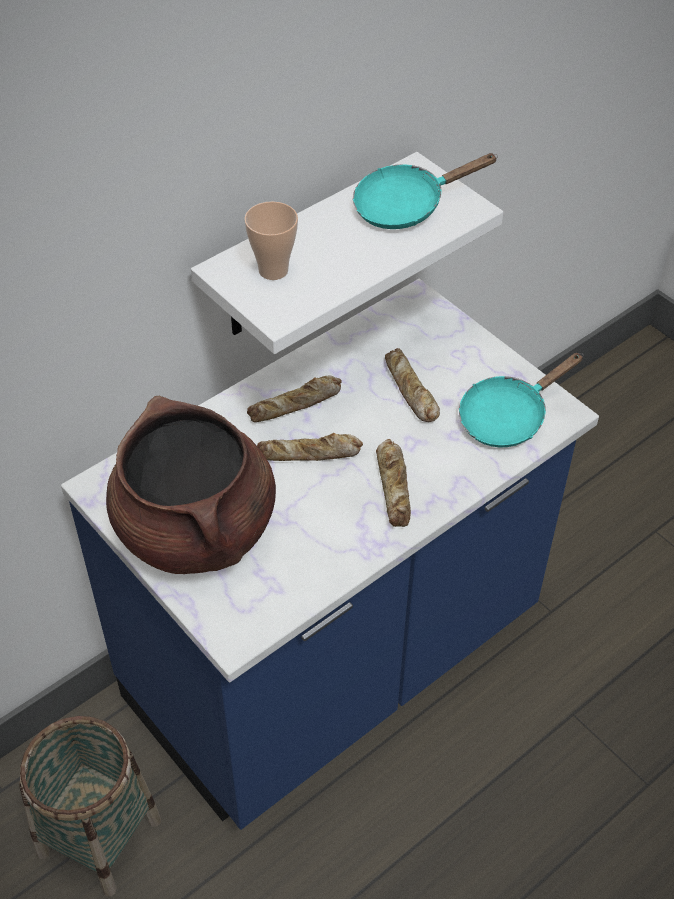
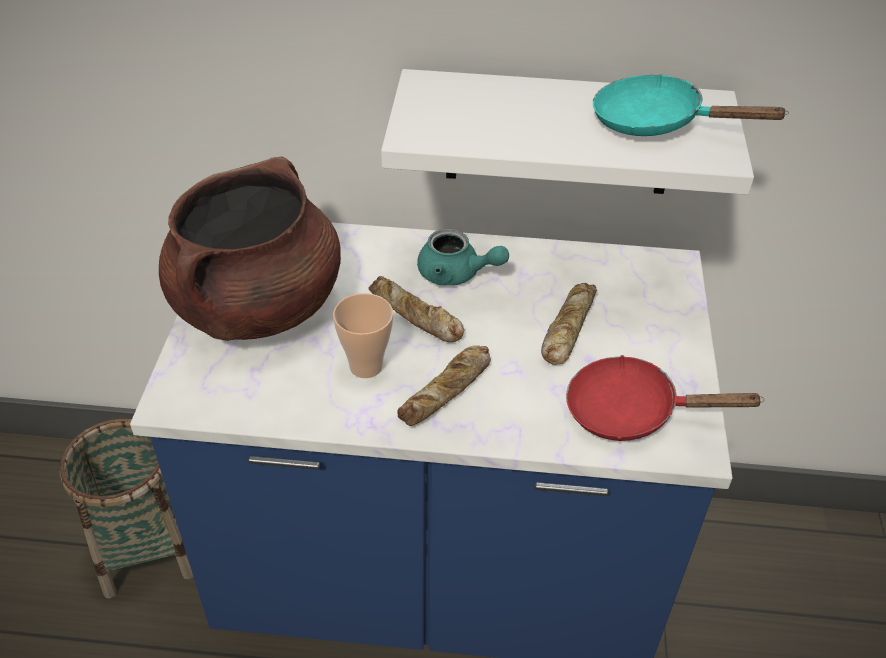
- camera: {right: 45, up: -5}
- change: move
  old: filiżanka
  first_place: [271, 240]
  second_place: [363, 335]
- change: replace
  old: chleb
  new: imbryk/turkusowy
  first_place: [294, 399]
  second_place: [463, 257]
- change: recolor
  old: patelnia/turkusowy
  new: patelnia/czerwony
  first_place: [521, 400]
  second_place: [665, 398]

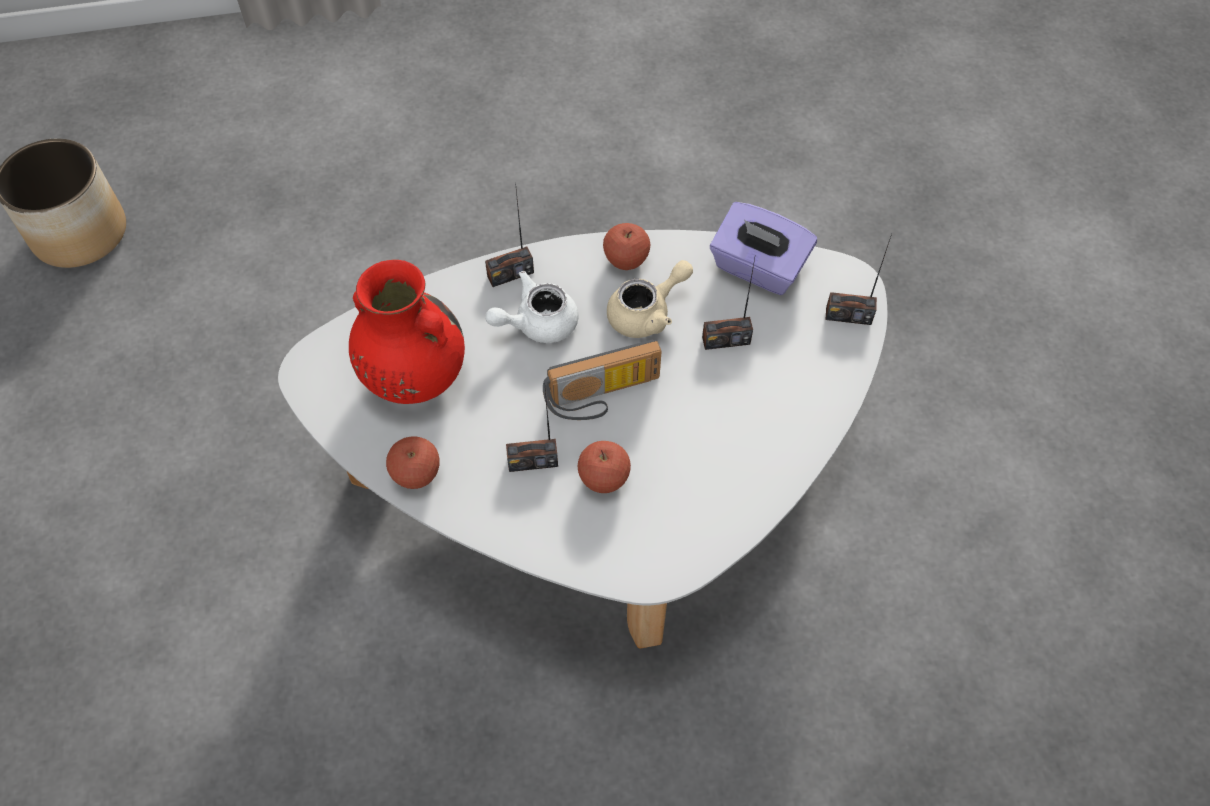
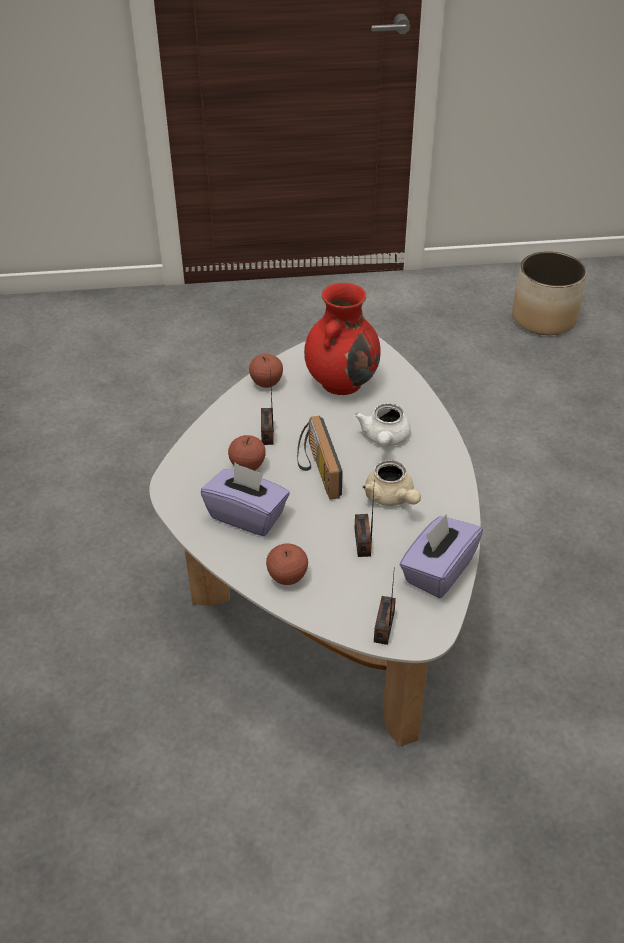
- camera: {right: 95, up: -15}
- change: delete
  old: radio
  first_place: [509, 235]
- change: rotate
  old: imbryk/biały
  first_place: [532, 307]
  second_place: [382, 424]
  degrees: -150
- change: move
  old: jabłko
  first_place: [626, 246]
  second_place: [287, 564]
- change: insert
  new: pudełko chusteczek/fioletowy
  second_place: [245, 499]

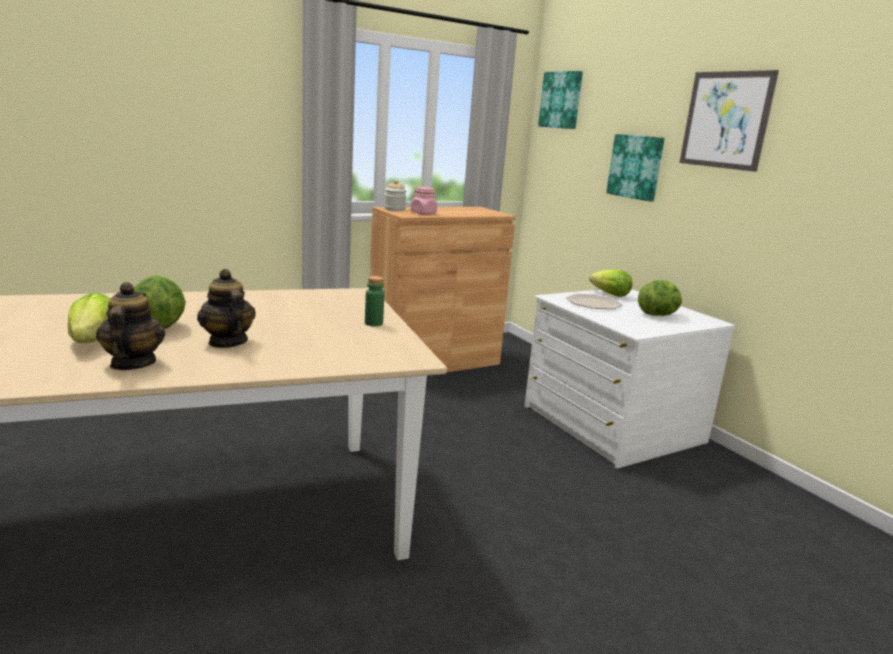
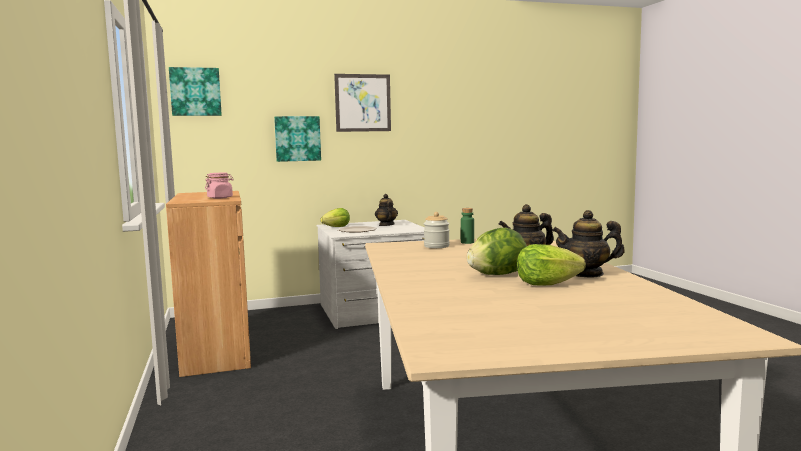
- camera: {right: -75, up: -10}
- change: move
  old: słoik
  first_place: [395, 195]
  second_place: [437, 230]
- change: replace
  old: sałata
  new: imbryk
  first_place: [660, 298]
  second_place: [386, 210]

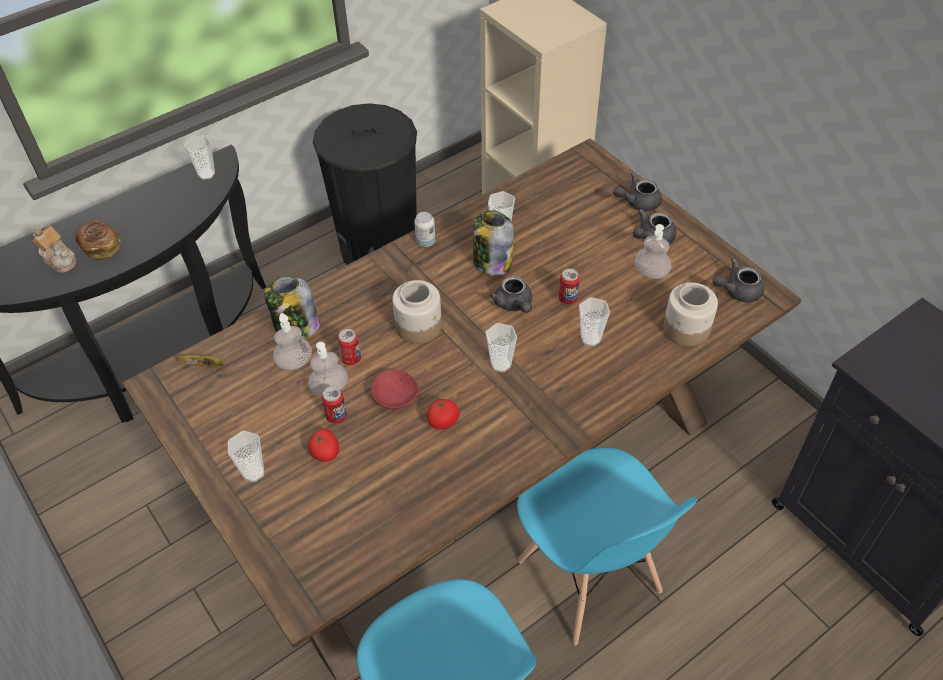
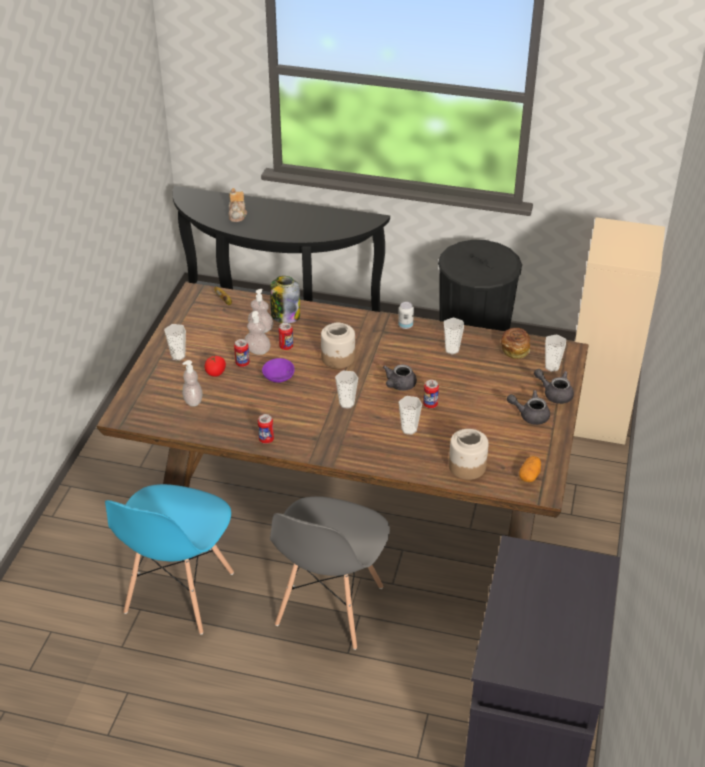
- camera: {right: 50, up: -10}
- change: move
  old: chleb
  first_place: [98, 240]
  second_place: [515, 343]
- change: move
  old: filiżanka
  first_place: [199, 158]
  second_place: [555, 353]
- change: recolor
  old: miska/czerwony
  new: miska/fioletowy
  first_place: [395, 389]
  second_place: [278, 370]
- change: delete
  old: pomidor
  first_place: [443, 414]
- change: delete
  old: słoik
  first_place: [493, 243]
- change: recolor
  old: krzesło/niebieski
  new: krzesło/szary
  first_place: [607, 546]
  second_place: [330, 573]
- change: move
  old: dozownik mydła
  first_place: [653, 251]
  second_place: [192, 383]
- change: replace
  old: imbryk/szary
  new: ziemniak
  first_place: [738, 280]
  second_place: [530, 469]
- change: insert
  new: puszka
  second_place: [266, 429]

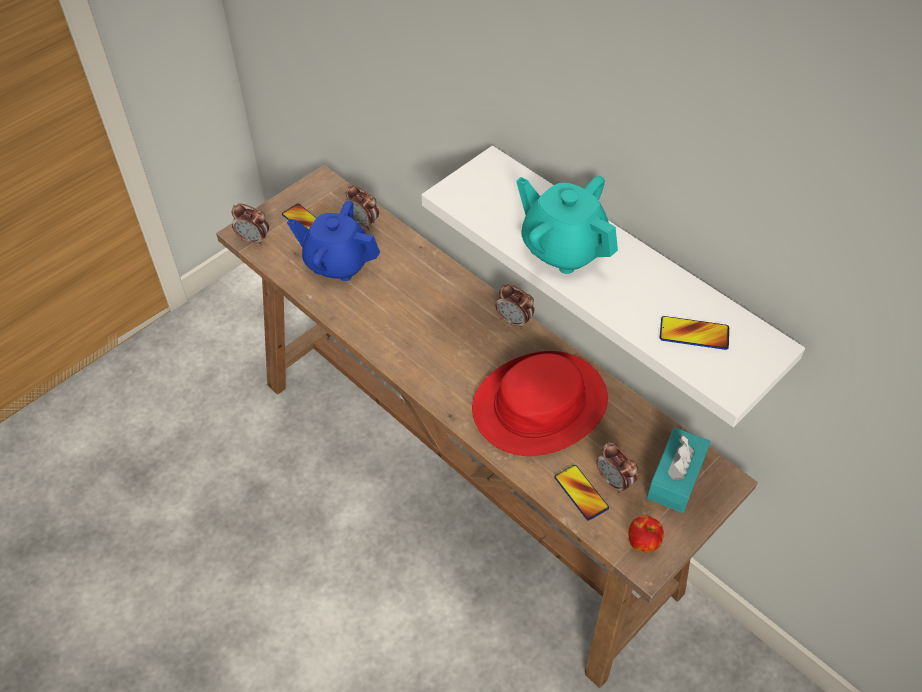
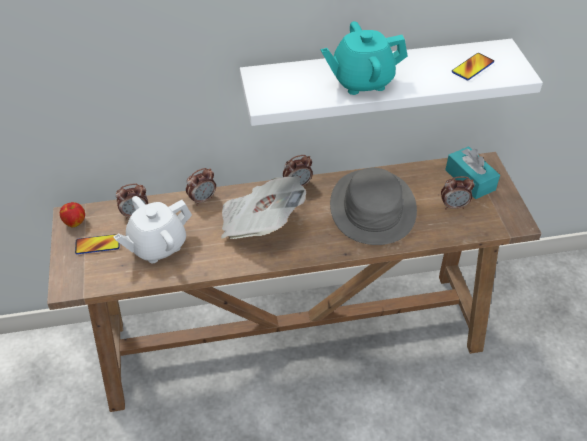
- camera: {right: -55, up: -5}
- change: move
  old: budzik
  first_place: [250, 225]
  second_place: [201, 187]
- change: recolor
  old: imbryk/niebieski
  new: imbryk/biały
  first_place: [333, 241]
  second_place: [152, 229]
- change: recolor
  old: kapelusz/czerwony
  new: kapelusz/szary
  first_place: [540, 403]
  second_place: [373, 206]
- change: delete
  old: telefon
  first_place: [582, 493]
- change: move
  old: jabłko
  first_place: [646, 533]
  second_place: [72, 214]
- change: insert
  new: gazeta
  second_place: [263, 207]

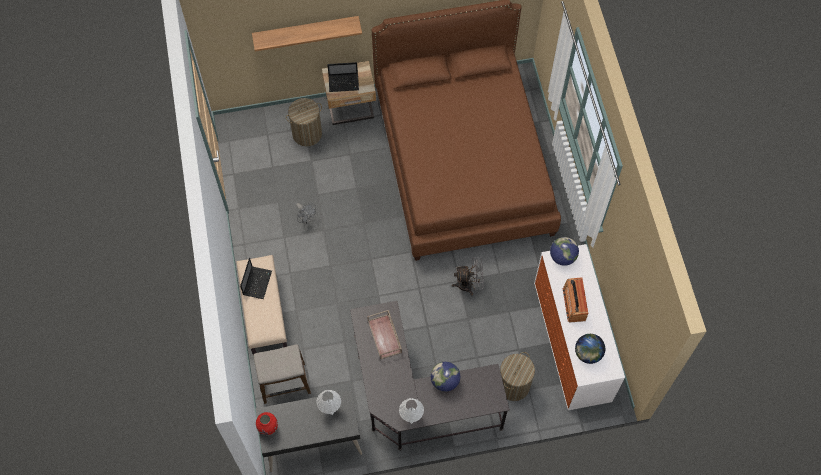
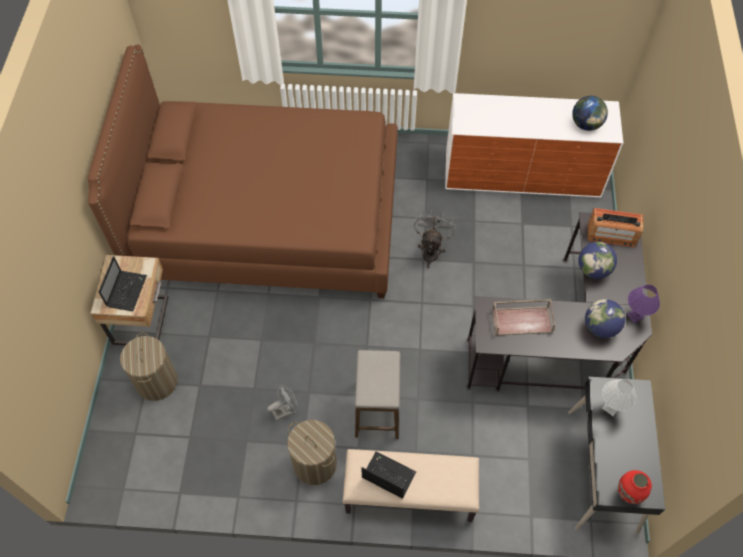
- camera: {right: -75, up: -5}
- change: delete
  old: półka
  first_place: [307, 34]
- change: move
  old: stołek
  first_place: [282, 374]
  second_place: [377, 394]
- change: recolor
  old: lampa stołowa/biały
  new: lampa stołowa/fioletowy
  first_place: [411, 411]
  second_place: [643, 304]
- change: move
  old: kosz na pranie
  first_place: [517, 376]
  second_place: [312, 452]
- change: move
  old: globus
  first_place: [564, 251]
  second_place: [605, 318]
- change: move
  old: radio
  first_place: [575, 300]
  second_place: [615, 227]

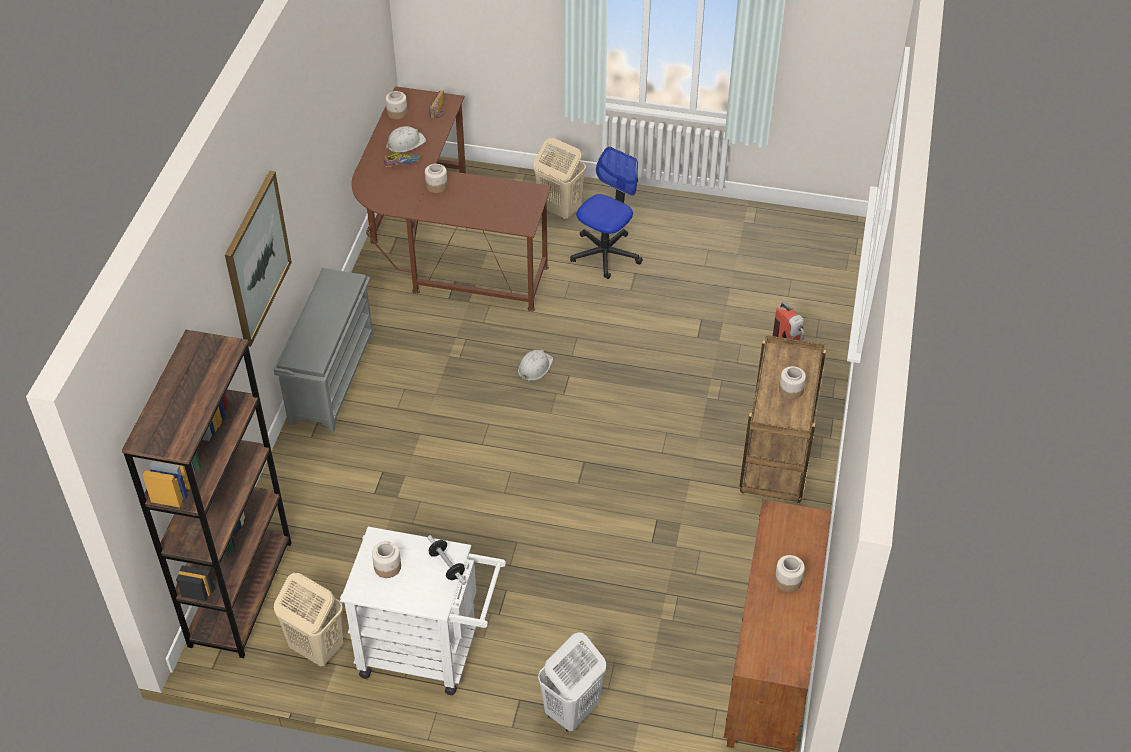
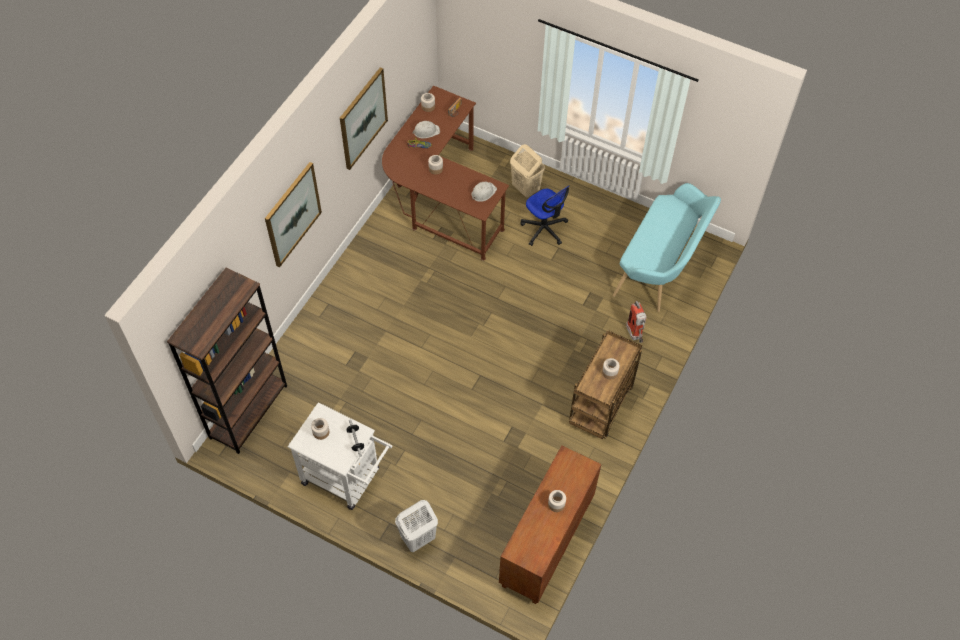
- camera: {right: 15, up: 10}
- change: delete
  old: regał na buty/szary
  first_place: [324, 349]
- change: delete
  old: kosz na pranie/beżowy
  first_place: [308, 619]
- change: move
  old: kask/biały
  first_place: [535, 365]
  second_place: [484, 192]
- change: rotate
  old: krzesło biurowe
  first_place: [606, 213]
  second_place: [545, 215]
  degrees: 90
- change: insert
  new: obraz
  second_place: [364, 118]
- change: insert
  new: ławka/turkusowy
  second_place: [667, 247]

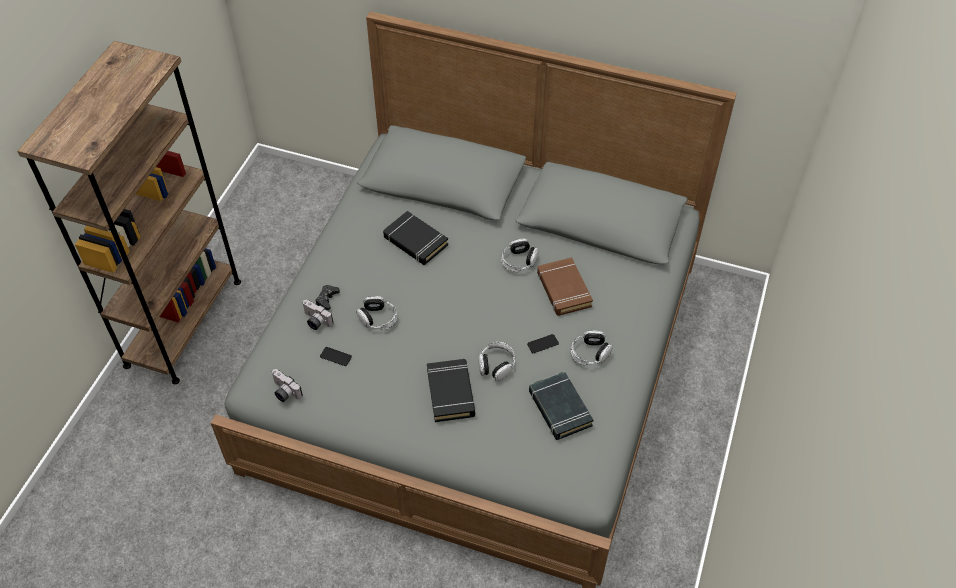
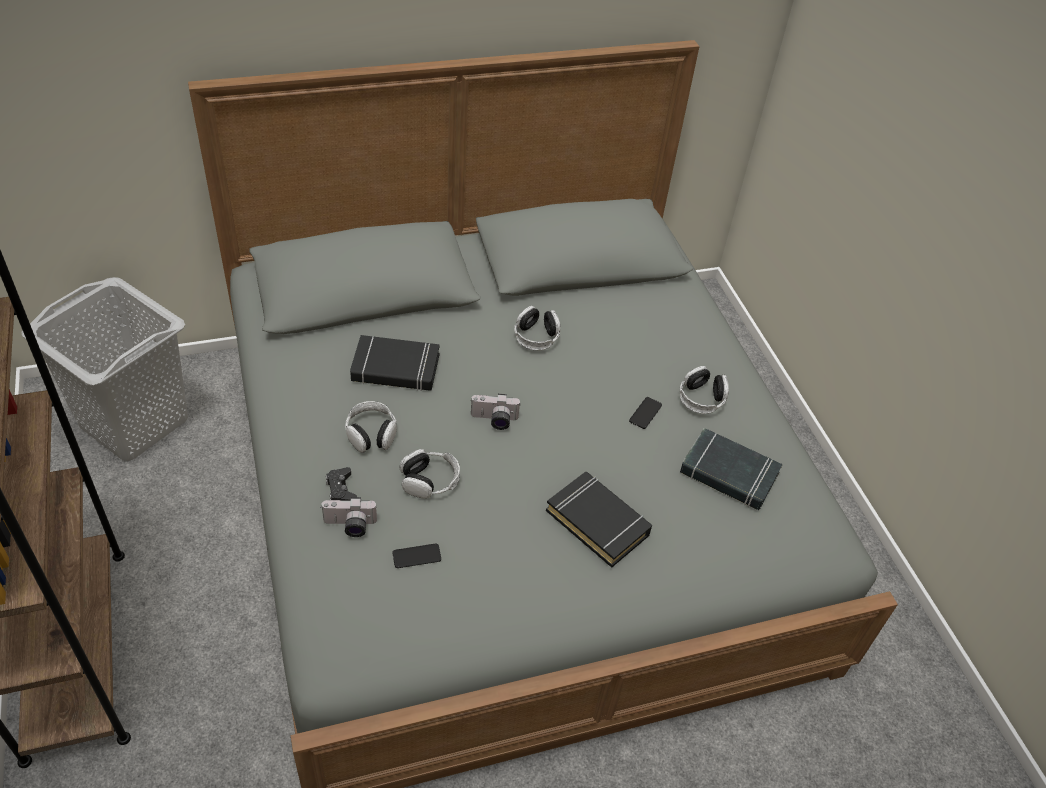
- camera: {right: -40, up: -5}
- change: move
  old: aparat fotograficzny
  first_place: [287, 385]
  second_place: [496, 412]
- change: move
  old: słuchawki
  first_place: [497, 361]
  second_place: [371, 427]
- change: delete
  old: książka/brązowy
  first_place: [565, 286]
- change: insert
  new: kosz na pranie/szary
  second_place: [104, 369]

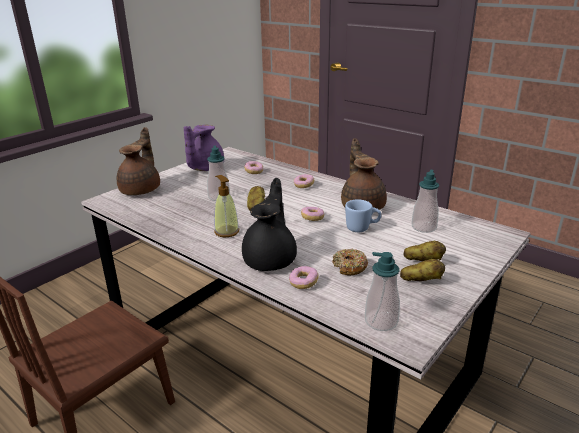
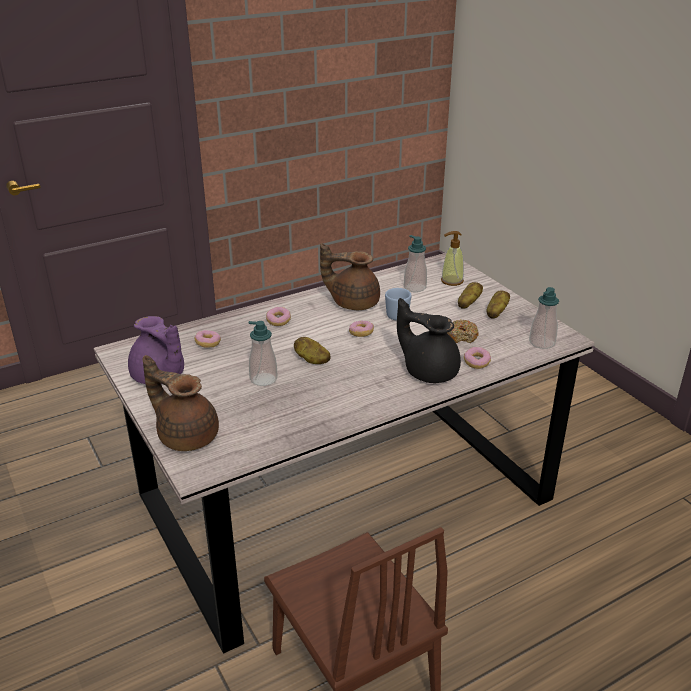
- camera: {right: -70, up: 5}
- change: move
  old: dozownik mydła
  first_place: [226, 206]
  second_place: [452, 258]

